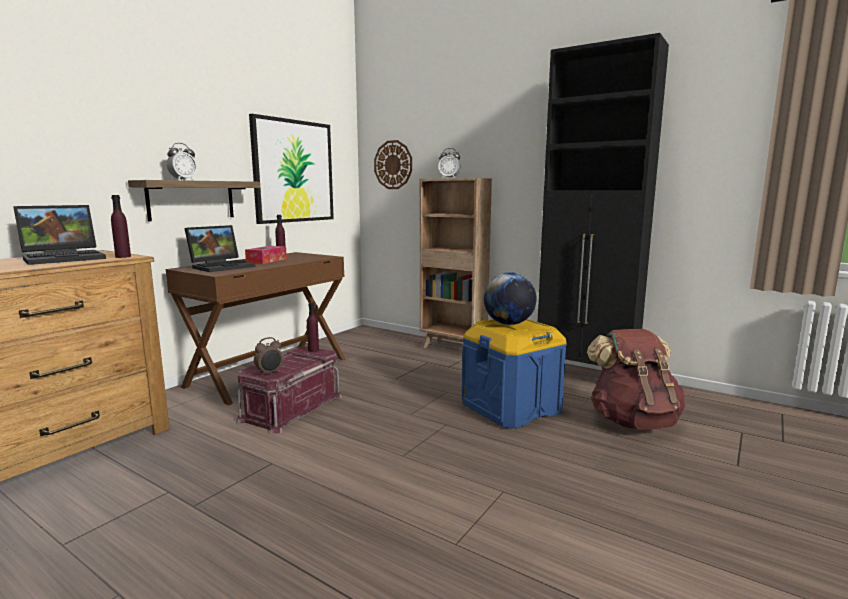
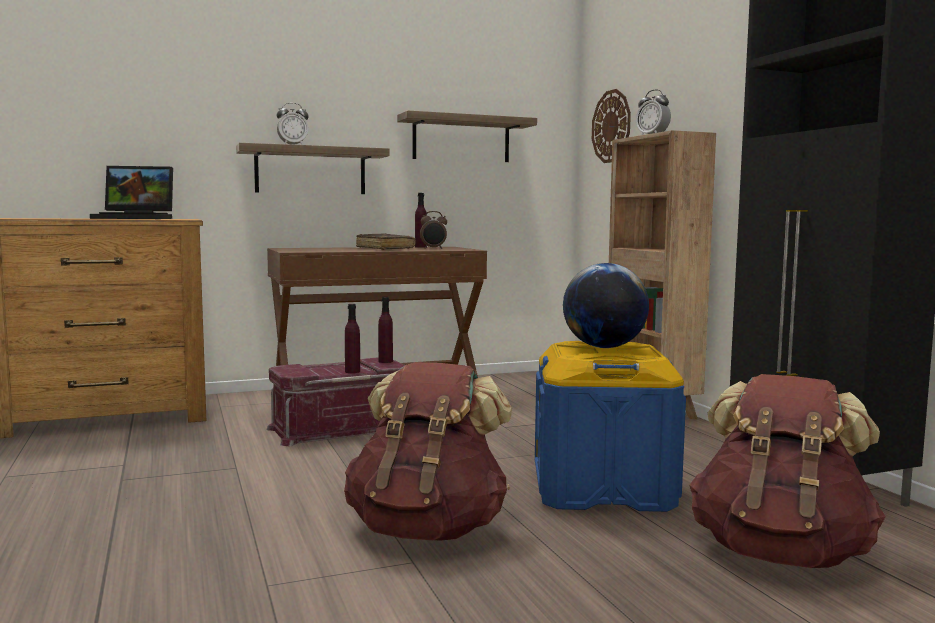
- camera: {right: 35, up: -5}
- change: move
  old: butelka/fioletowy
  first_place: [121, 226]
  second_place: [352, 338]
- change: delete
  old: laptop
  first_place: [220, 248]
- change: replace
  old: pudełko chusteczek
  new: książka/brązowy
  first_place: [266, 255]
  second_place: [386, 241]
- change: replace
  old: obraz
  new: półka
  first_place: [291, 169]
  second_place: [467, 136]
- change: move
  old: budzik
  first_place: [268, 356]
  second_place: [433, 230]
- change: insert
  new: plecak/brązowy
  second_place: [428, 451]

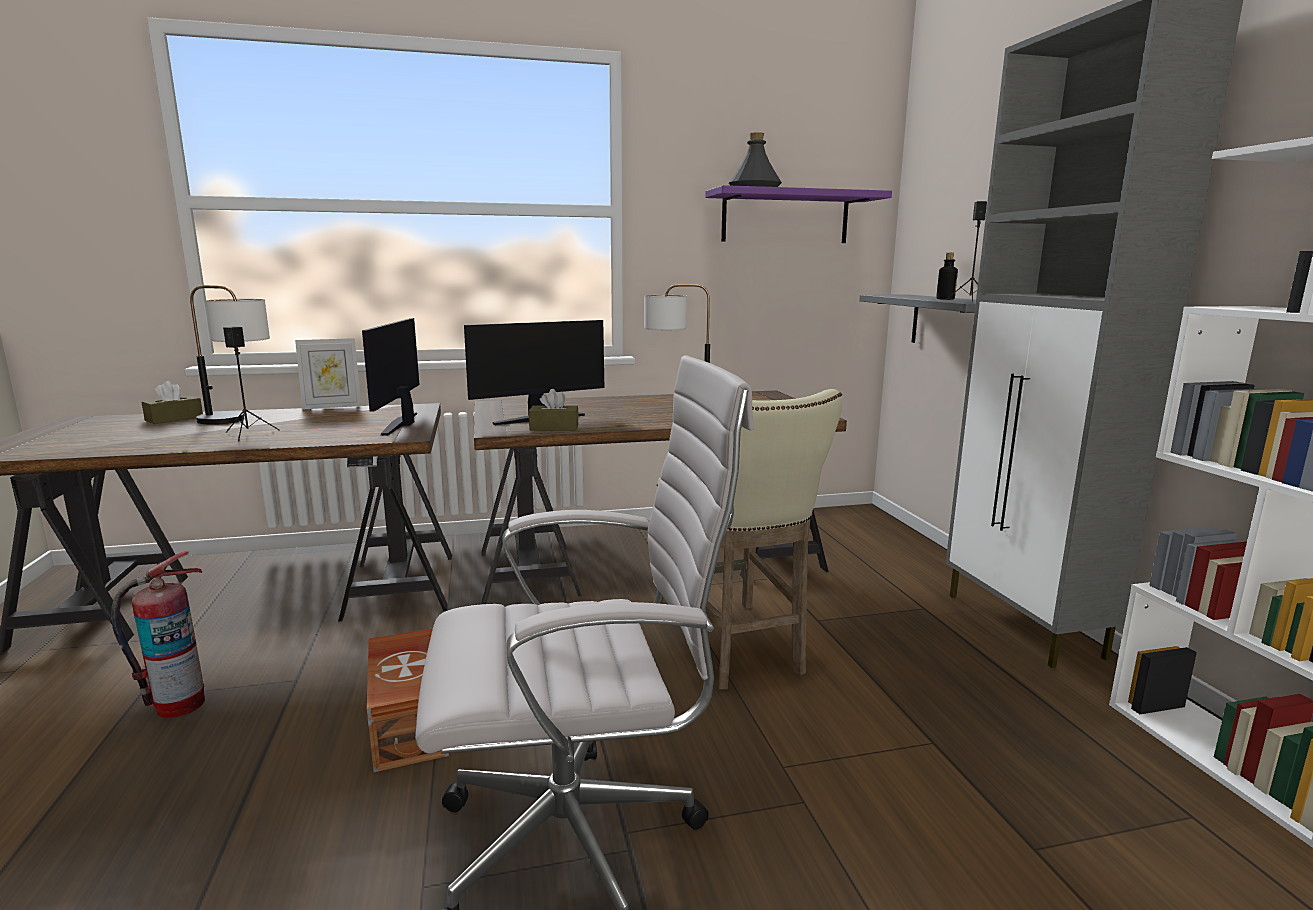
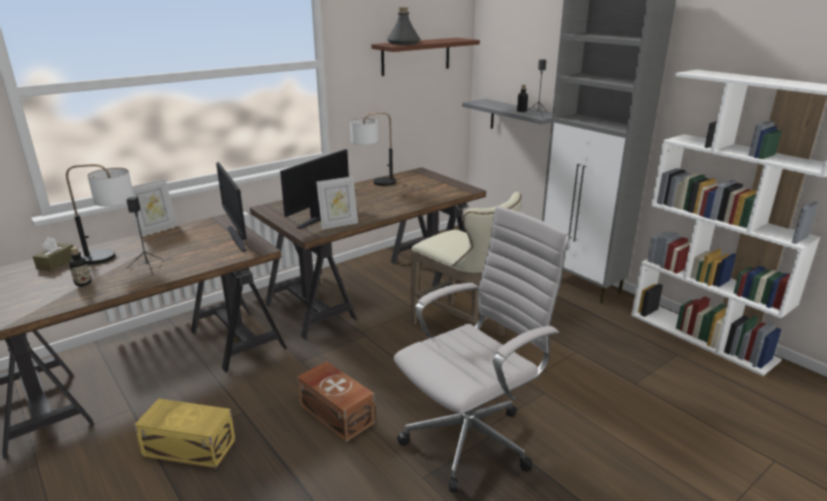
- camera: {right: -25, up: 10}
- change: replace
  old: gaśnica
  new: pojemnik do przechowywania/żółty
  first_place: [158, 634]
  second_place: [185, 433]
- change: replace
  old: pudełko chusteczek/brązowy
  new: ramka na zdjęcie
  first_place: [554, 410]
  second_place: [337, 203]
- change: recolor
  old: półka/fioletowy
  new: półka/brązowy
  first_place: [798, 214]
  second_place: [425, 57]
- change: insert
  new: butelka
  second_place: [80, 266]

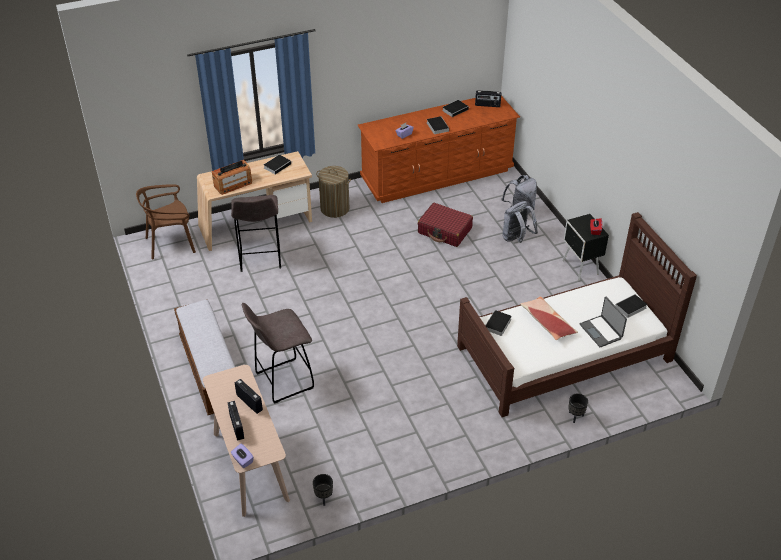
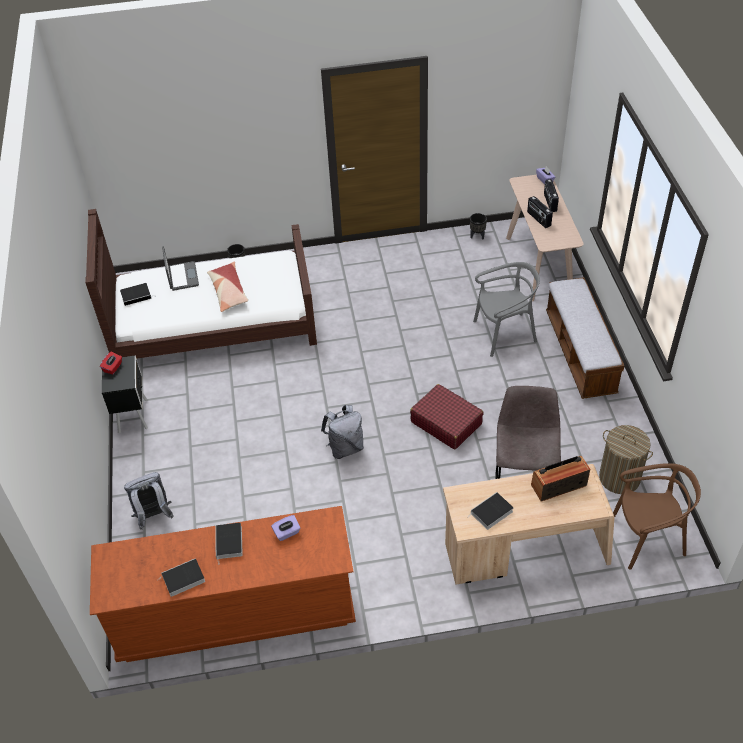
- camera: {right: -165, up: 5}
- change: replace
  old: stołek/szary
  new: krzesło/szary
  first_place: [278, 353]
  second_place: [506, 309]
- change: move
  old: kosz na pranie
  first_place: [333, 192]
  second_place: [626, 459]
- change: move
  old: walizka/czerwony
  first_place: [445, 225]
  second_place: [447, 417]
- change: delete
  old: radio
  first_place: [488, 98]
- change: delete
  old: książka
  first_place: [498, 323]
- change: move
  old: plecak/szary
  first_place: [520, 222]
  second_place: [342, 432]

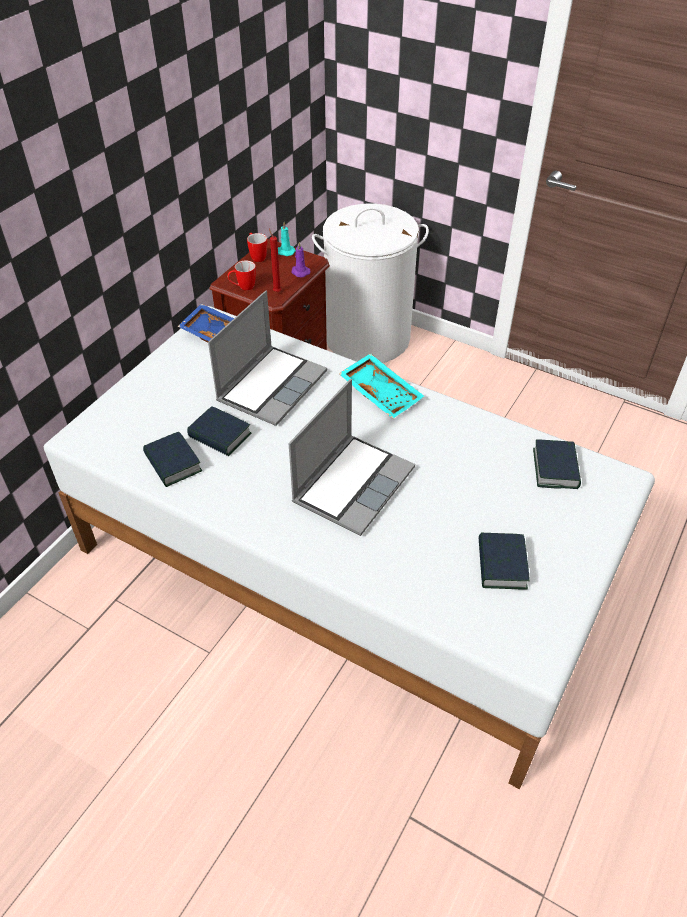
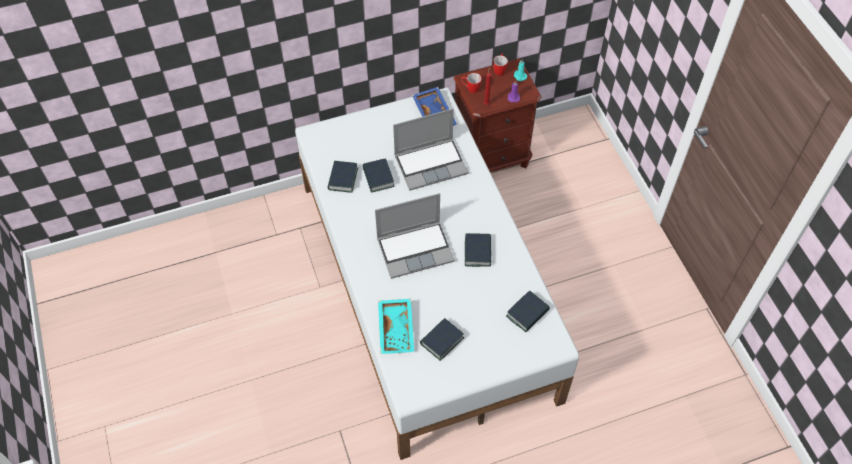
- camera: {right: 40, up: 10}
- change: delete
  old: kosz na pranie/biały
  first_place: [370, 283]
- change: move
  old: taca/turkusowy
  first_place: [381, 386]
  second_place: [396, 326]
- change: insert
  new: książka
  second_place: [478, 250]

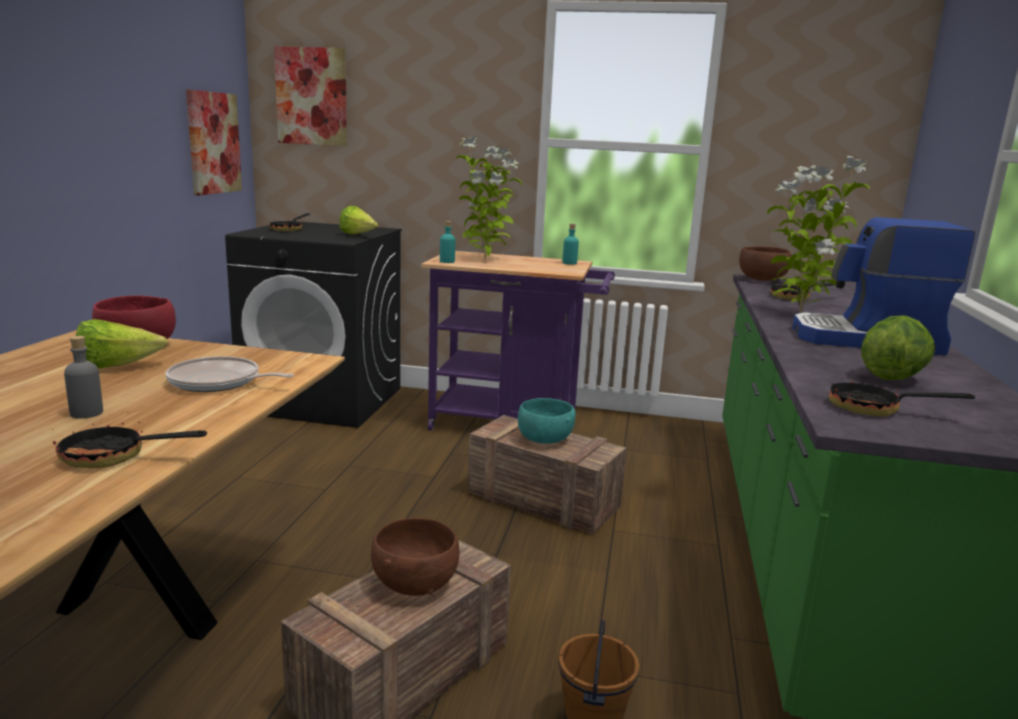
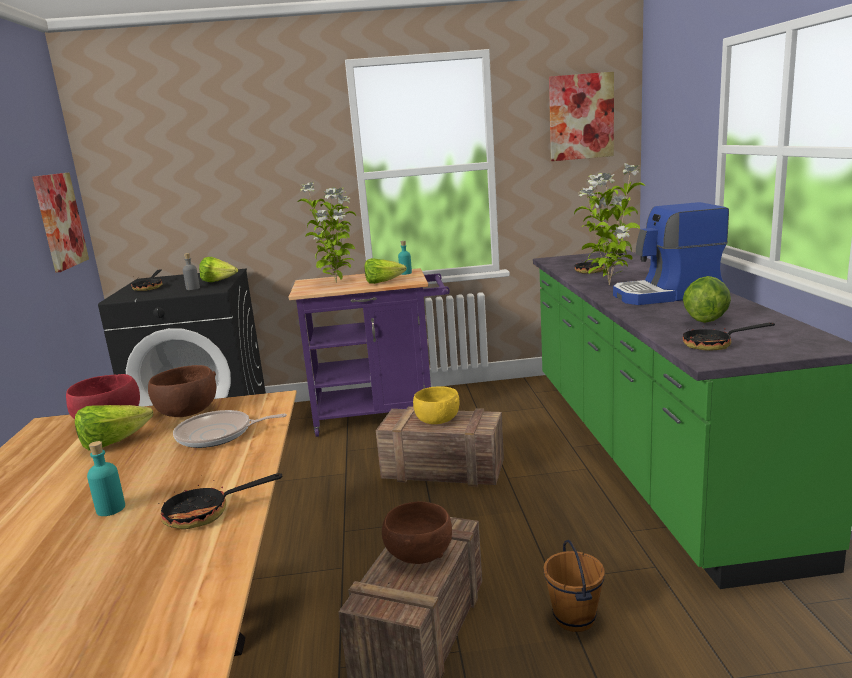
- camera: {right: -15, up: 0}
- change: move
  old: butelka/szary
  first_place: [83, 377]
  second_place: [191, 271]
- change: move
  old: obraz
  first_place: [310, 96]
  second_place: [581, 116]
- change: move
  old: butelka/turkusowy
  first_place: [447, 242]
  second_place: [106, 478]
- change: recolor
  old: miska/turkusowy
  new: miska/żółty
  first_place: [546, 421]
  second_place: [436, 405]
- change: move
  old: miska/brązowy
  first_place: [765, 263]
  second_place: [182, 391]
- change: insert
  new: sałata
  second_place: [386, 271]

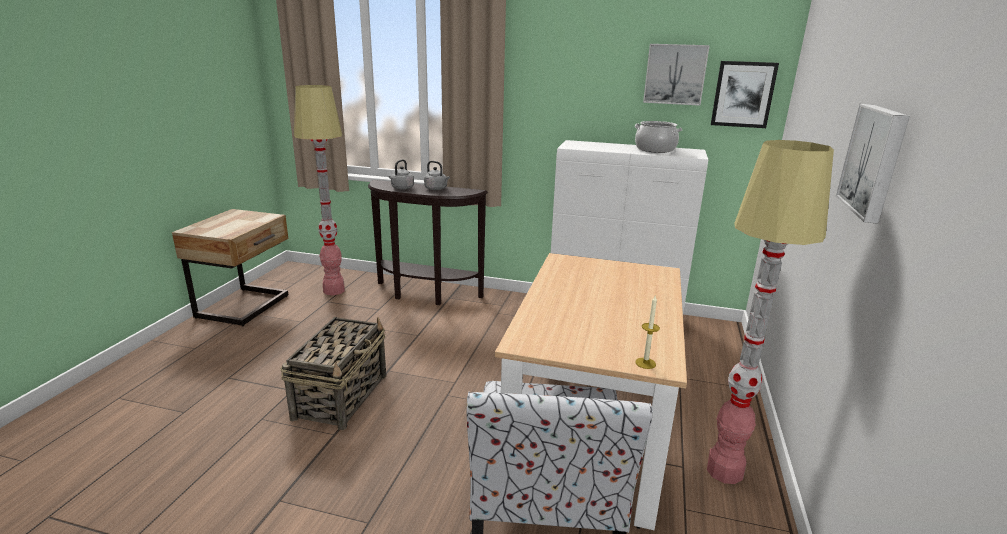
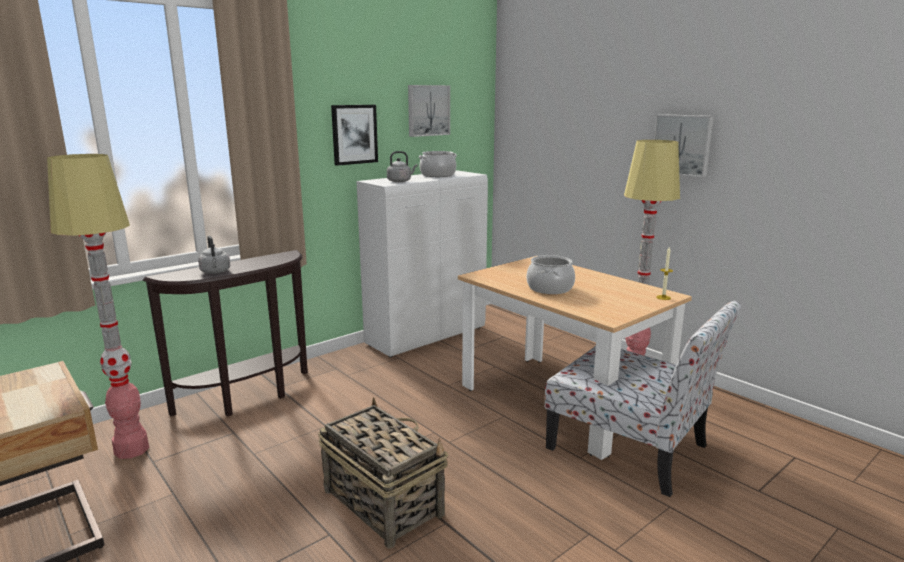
- camera: {right: -55, up: -5}
- change: move
  old: czajnik/szary
  first_place: [437, 175]
  second_place: [402, 166]
- change: move
  old: obraz
  first_place: [745, 94]
  second_place: [354, 135]
- change: insert
  new: garnek
  second_place: [551, 274]

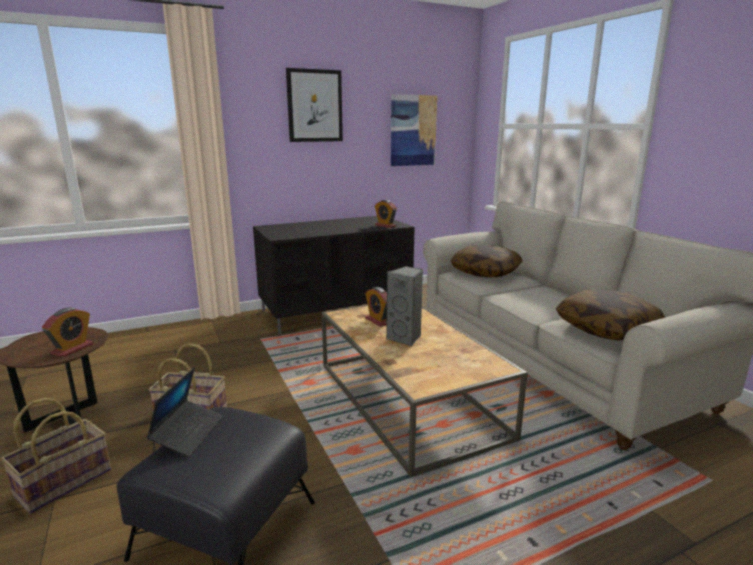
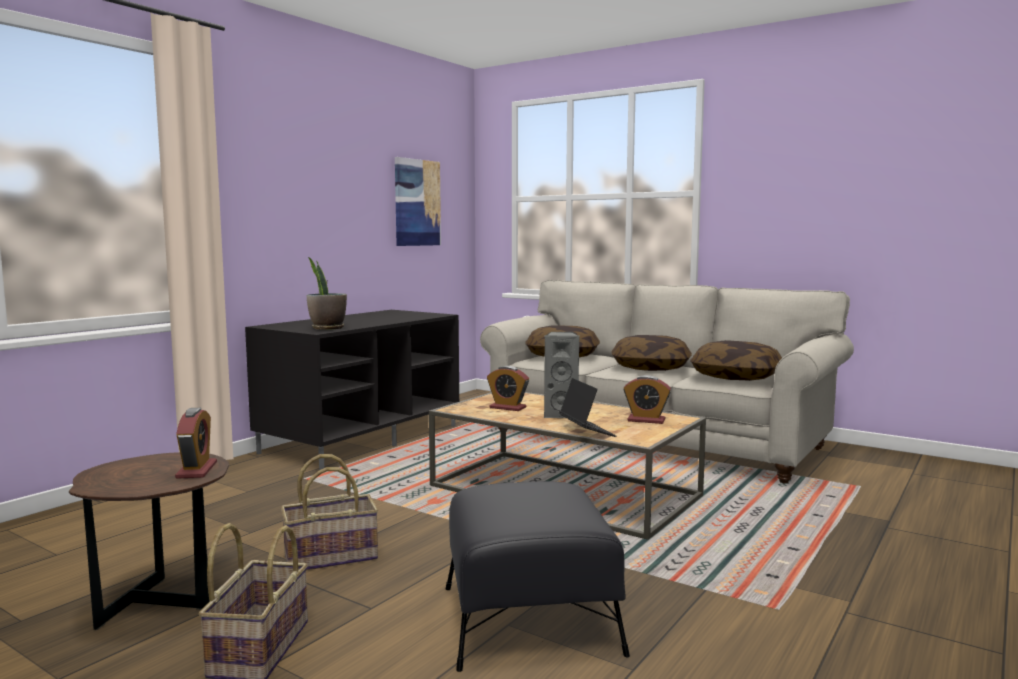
- camera: {right: -30, up: -10}
- change: move
  old: laptop
  first_place: [185, 412]
  second_place: [587, 407]
- change: delete
  old: obraz
  first_place: [314, 105]
- change: move
  old: budzik
  first_place: [386, 214]
  second_place: [647, 399]
- change: insert
  new: roślina doniczkowa
  second_place: [327, 293]
- change: insert
  new: poduszka
  second_place: [651, 353]

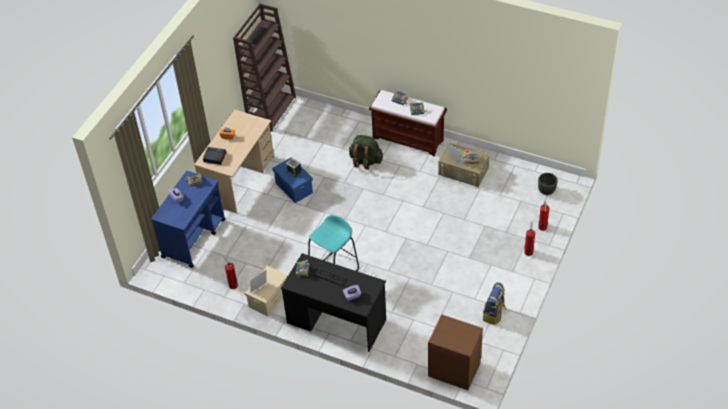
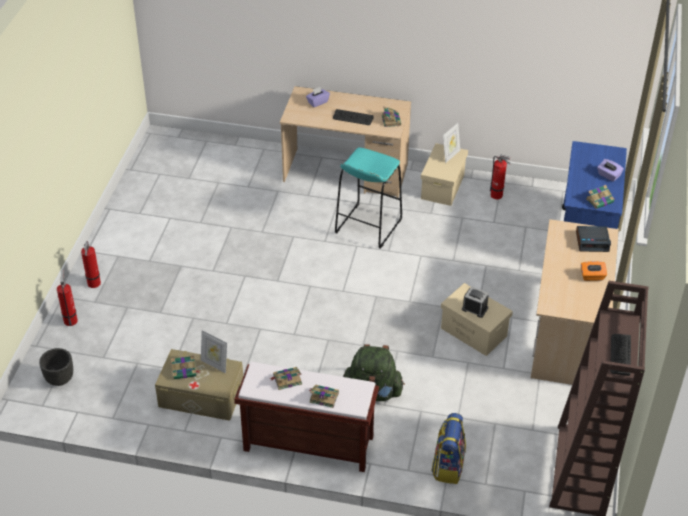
- camera: {right: 165, up: -5}
- change: recolor
  old: pojemnik do przechowywania/niebieski
  new: pojemnik do przechowywania/beżowy
  first_place: [292, 180]
  second_place: [477, 319]
- change: recolor
  old: biurko/czarny
  new: biurko/beżowy
  first_place: [333, 302]
  second_place: [345, 142]
- change: delete
  old: szafka nocna/brązowy
  first_place: [455, 352]
- change: move
  old: plecak
  first_place: [494, 303]
  second_place: [449, 448]

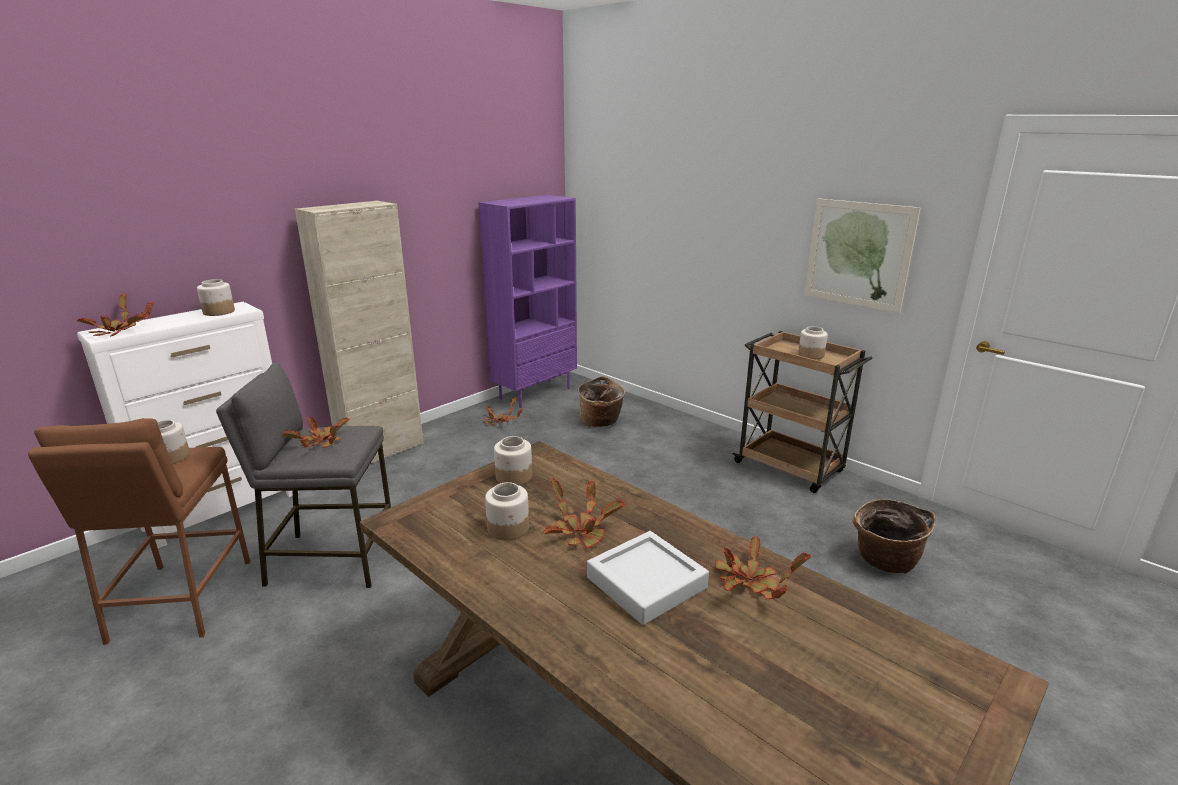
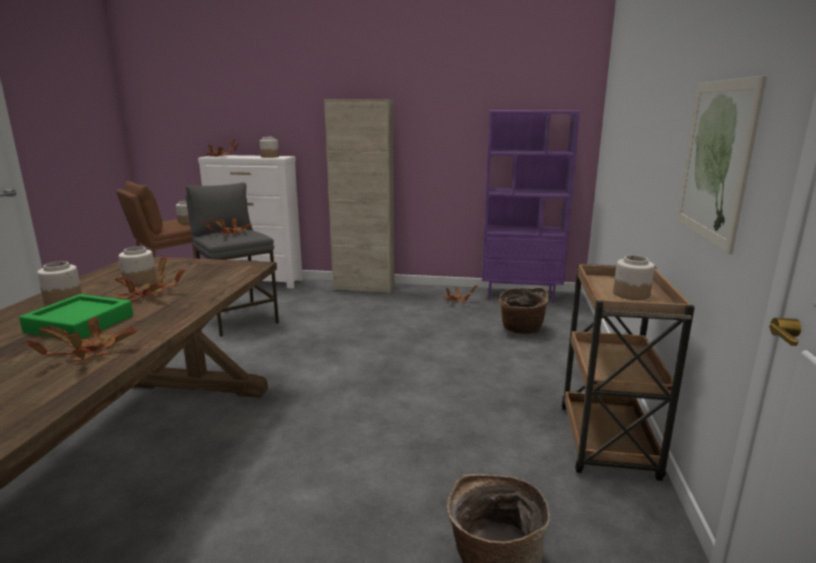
- camera: {right: 55, up: -5}
- change: move
  old: słoik
  first_place: [513, 460]
  second_place: [59, 283]
- change: recolor
  old: taca/szary
  new: taca/zielony
  first_place: [648, 578]
  second_place: [76, 316]

